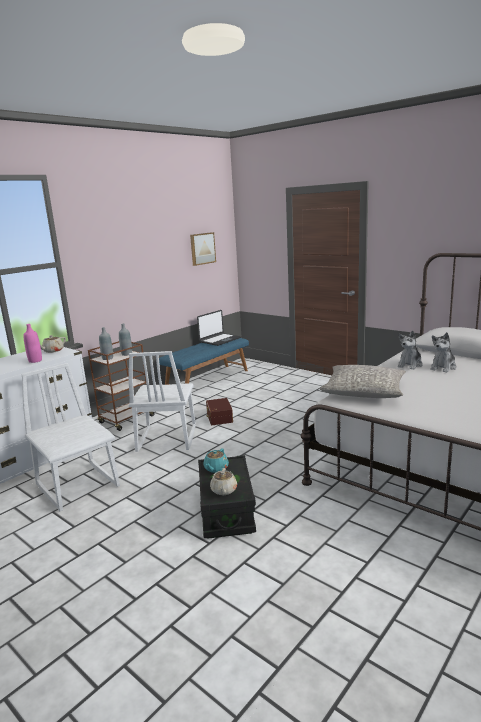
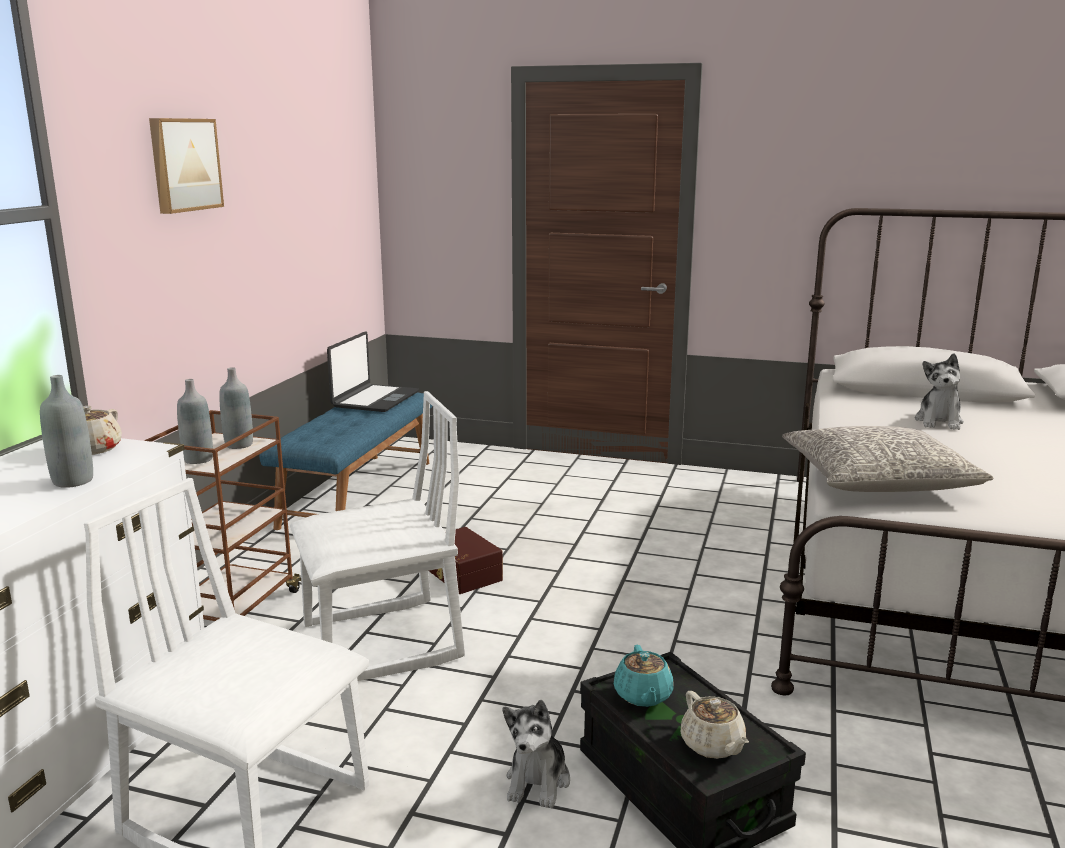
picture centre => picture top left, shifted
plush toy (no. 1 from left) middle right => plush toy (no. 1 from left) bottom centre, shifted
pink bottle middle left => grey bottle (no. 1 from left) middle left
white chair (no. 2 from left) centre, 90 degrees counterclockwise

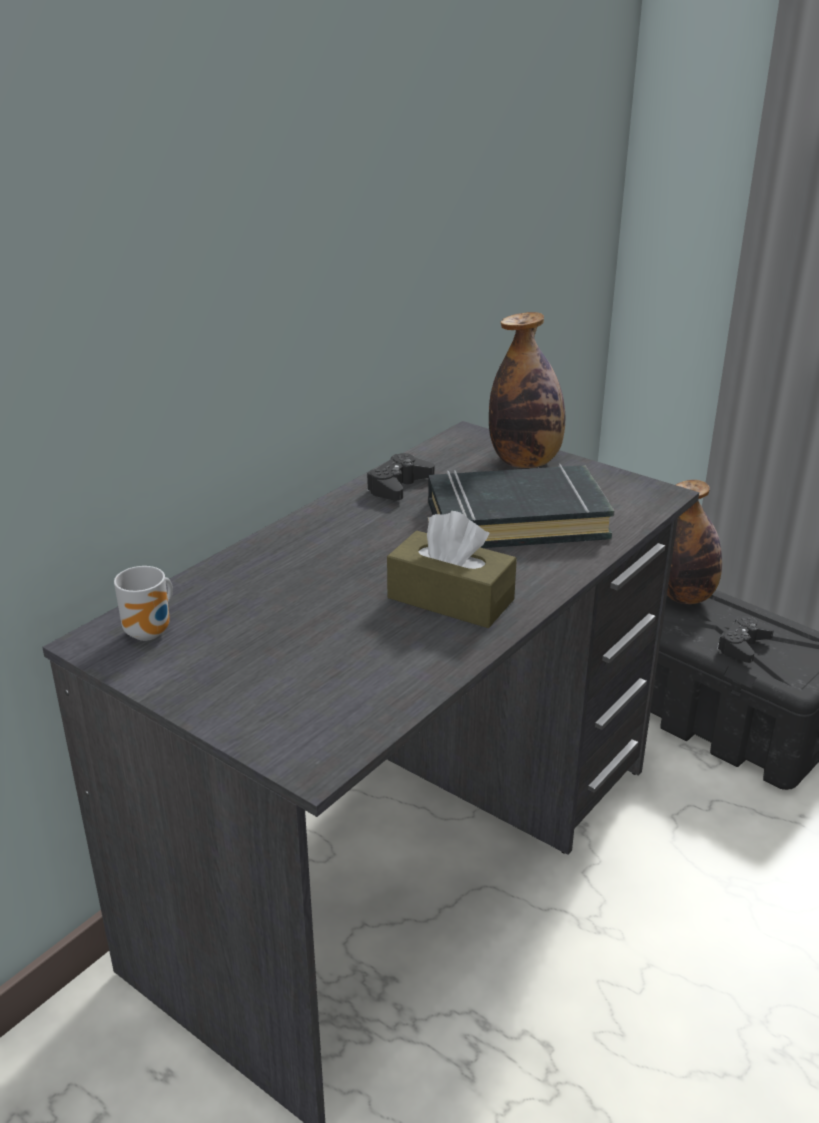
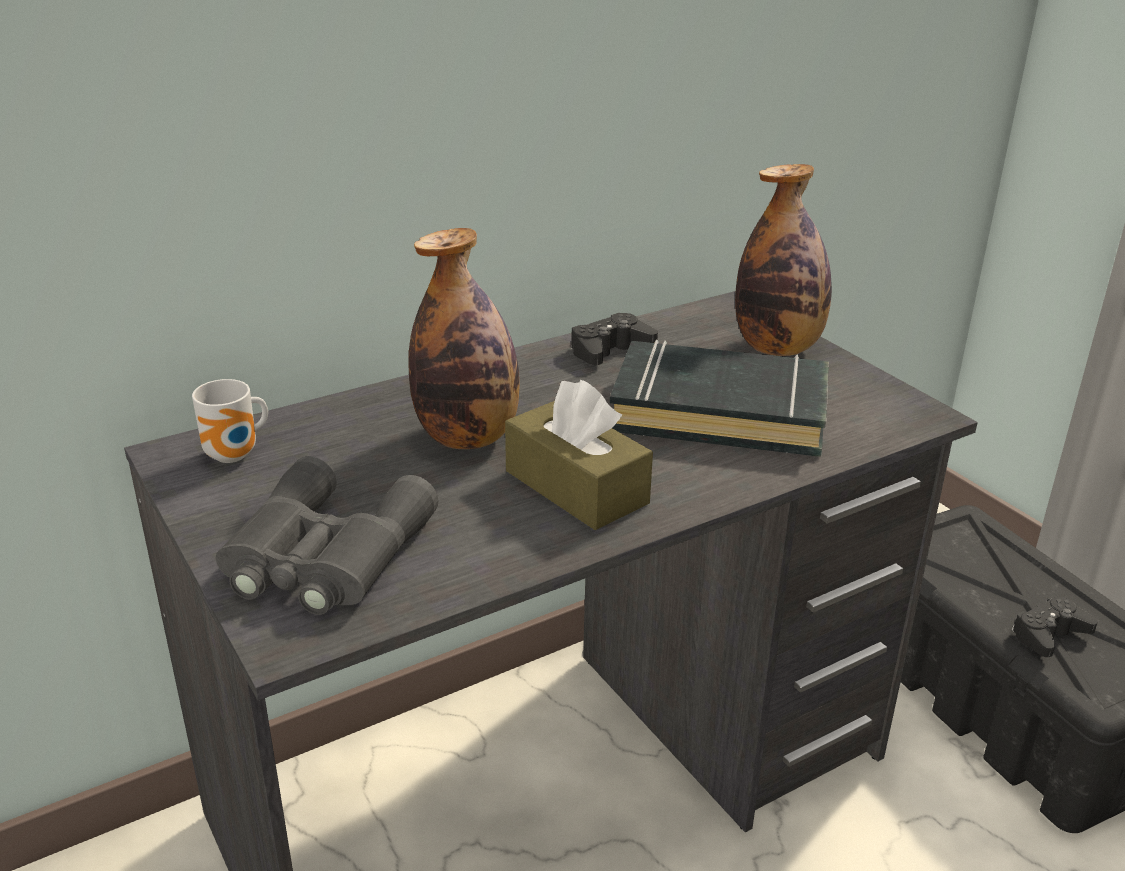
nothing => grey binoculars middle left
bottle (no. 2 from left in the first image) middle right => bottle (no. 1 from left) centre, shifted

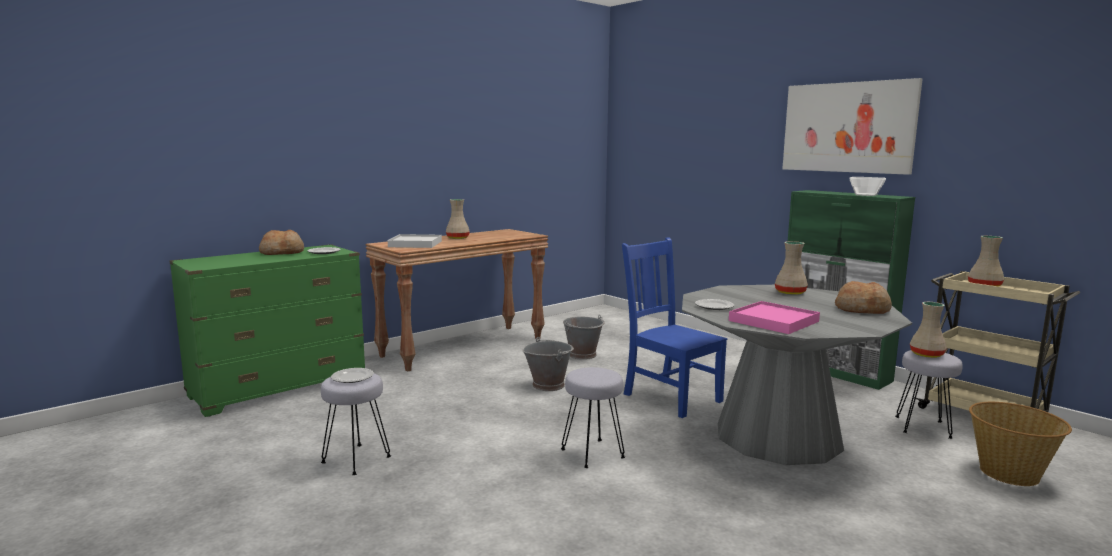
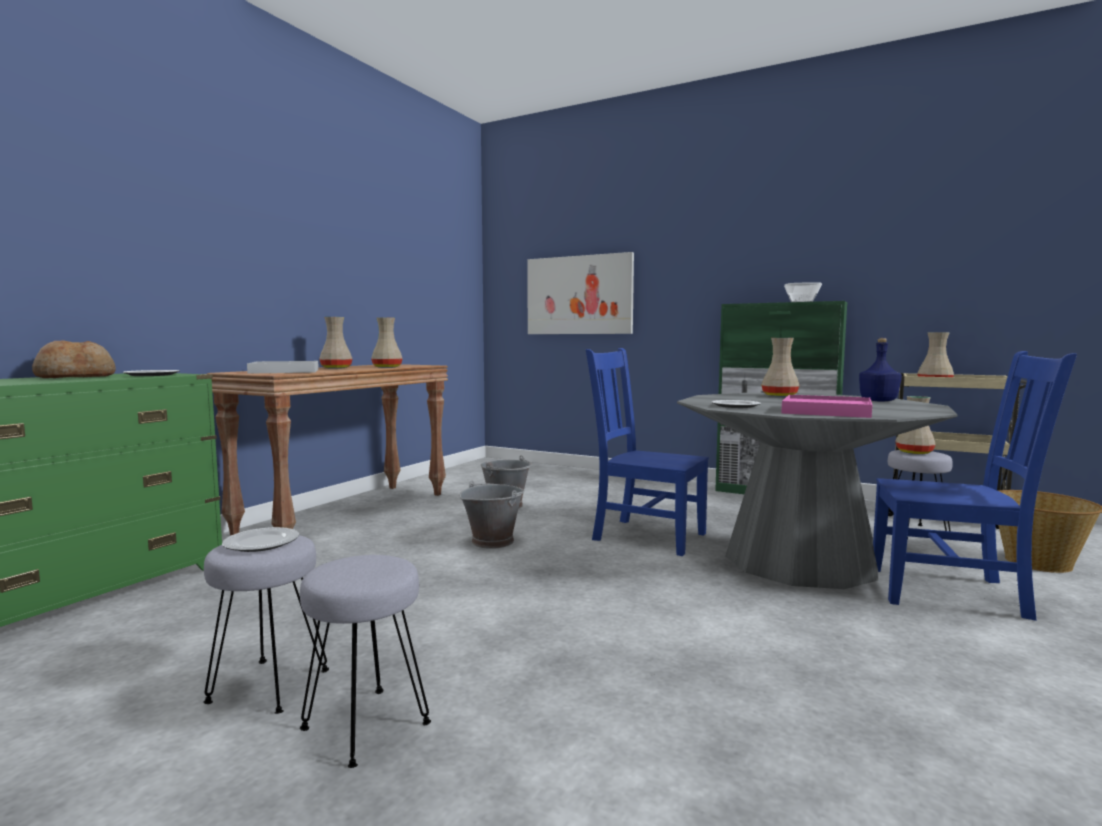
nothing => beige vase (no. 2 from left) centre
nothing => blue chair (no. 2 from left) middle right
grey stool (no. 2 from left) bottom centre => grey stool (no. 2 from left) bottom left, shifted
picture top right => picture centre, shifted
bread (no. 2 from left) middle right => blue bottle middle right

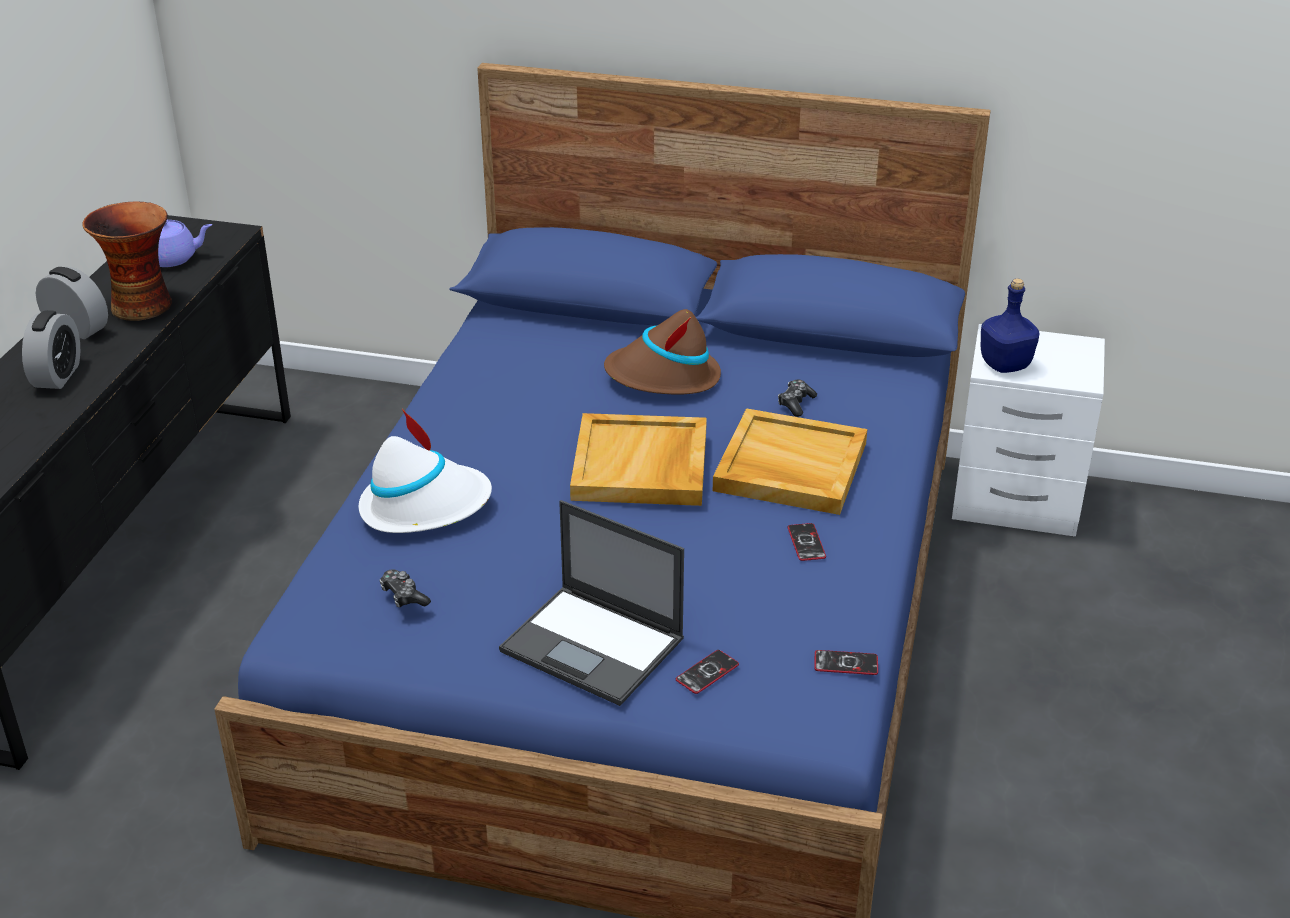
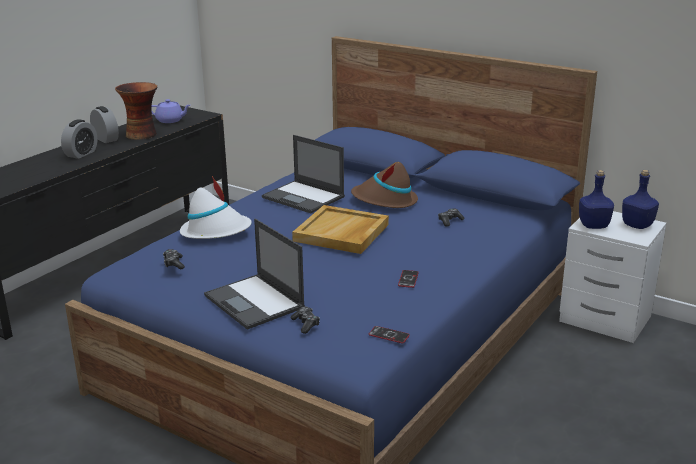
beige tray (no. 2 from left) centre => nothing
nothing => laptop (no. 2 from left) centre
nothing => blue bottle (no. 2 from left) middle right
phone (no. 1 from left) bottom centre => game controller (no. 2 from left) bottom centre

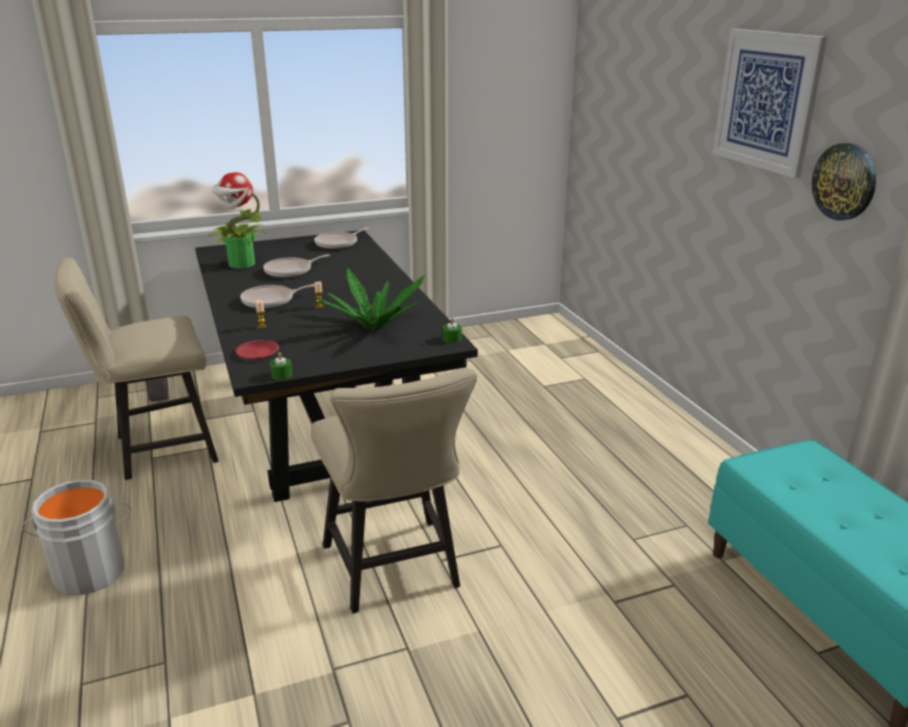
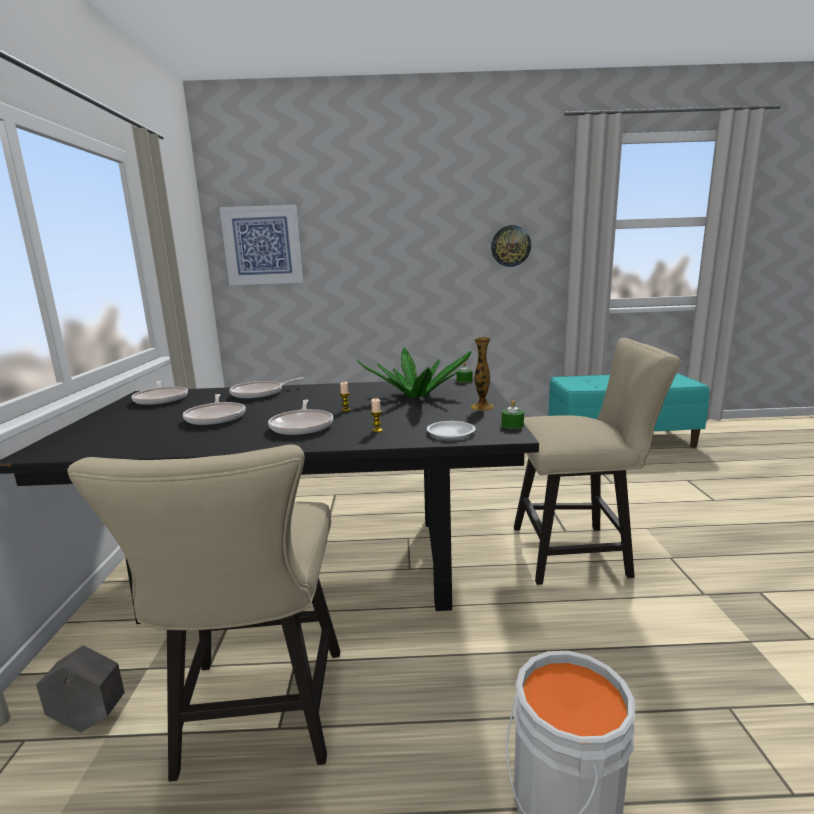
potted plant (no. 1 from left) top left => nothing
nothing => frying pan (no. 3 from left) middle left
nothing => vase centre
picture top right => picture top left, shifted
red plate middle left => white plate centre

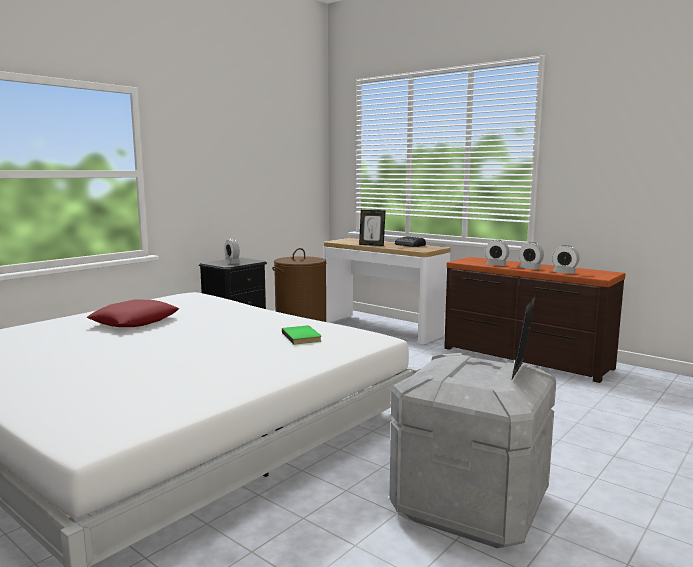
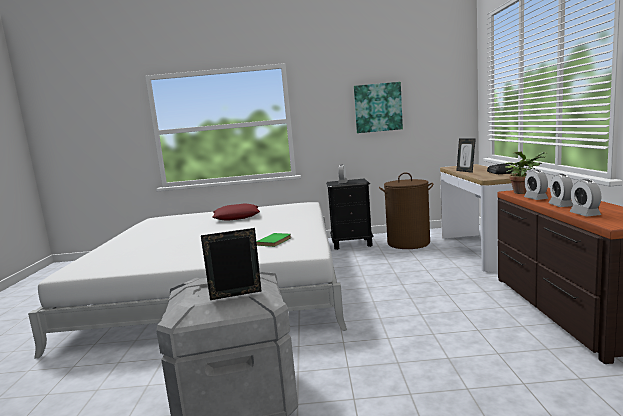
nothing => picture top centre
nothing => potted plant middle right

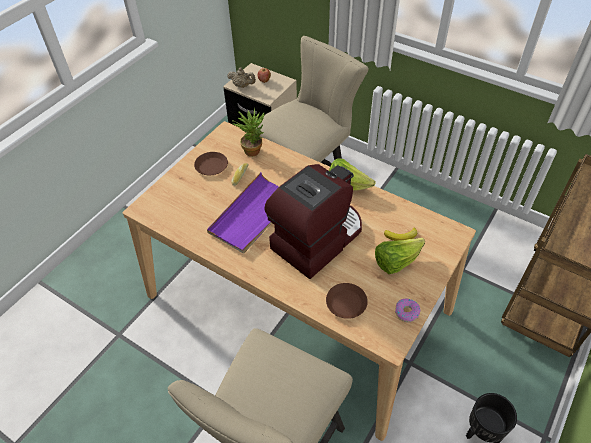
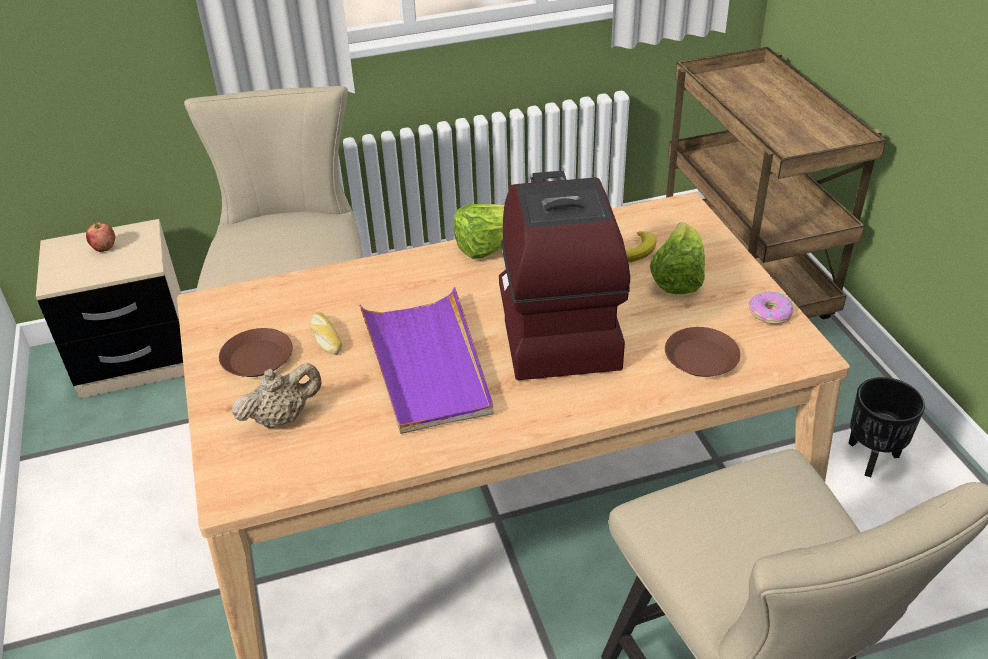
potted plant top centre => nothing
beige teapot top centre => beige teapot middle left, shifted

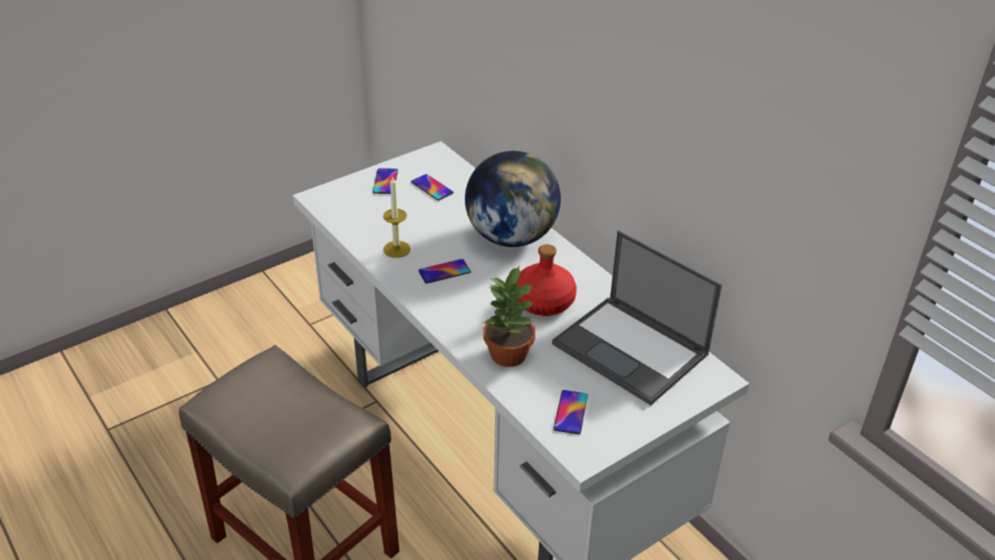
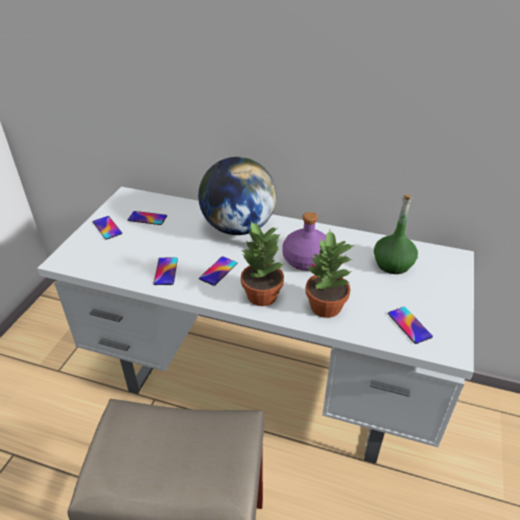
nothing => potted plant (no. 1 from left) centre
candle centre => phone (no. 3 from left) middle left
laptop centre => green bottle middle right
red bottle centre => purple bottle centre

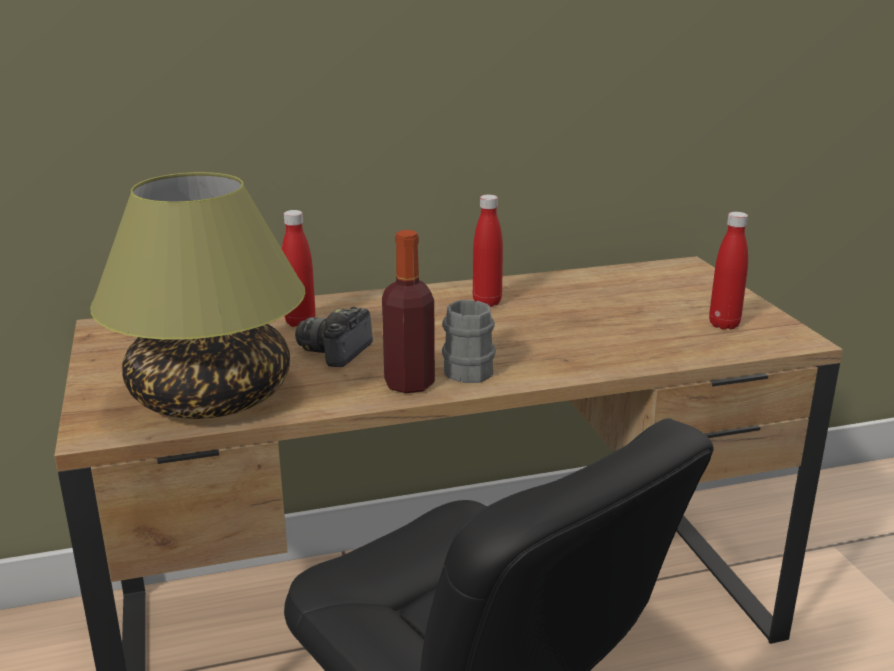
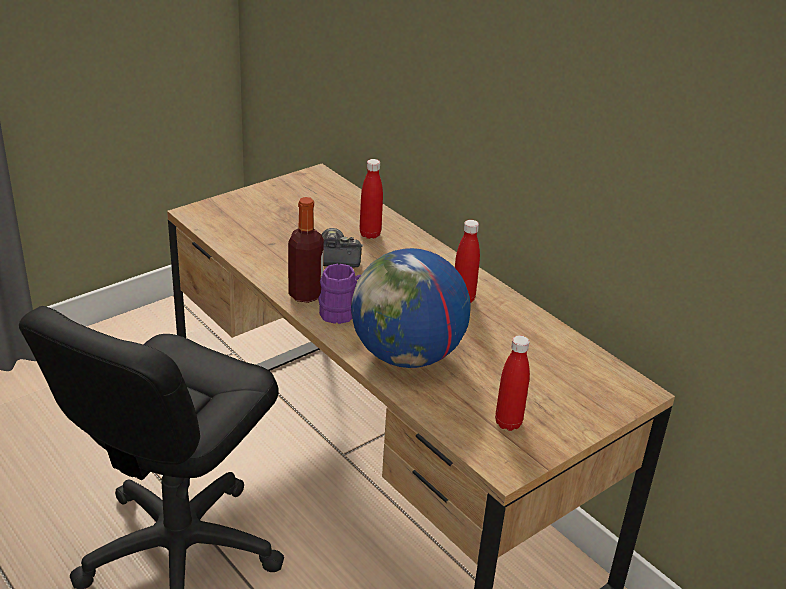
table lamp middle left => nothing
nothing => globe centre
grey mug centre => purple mug centre

